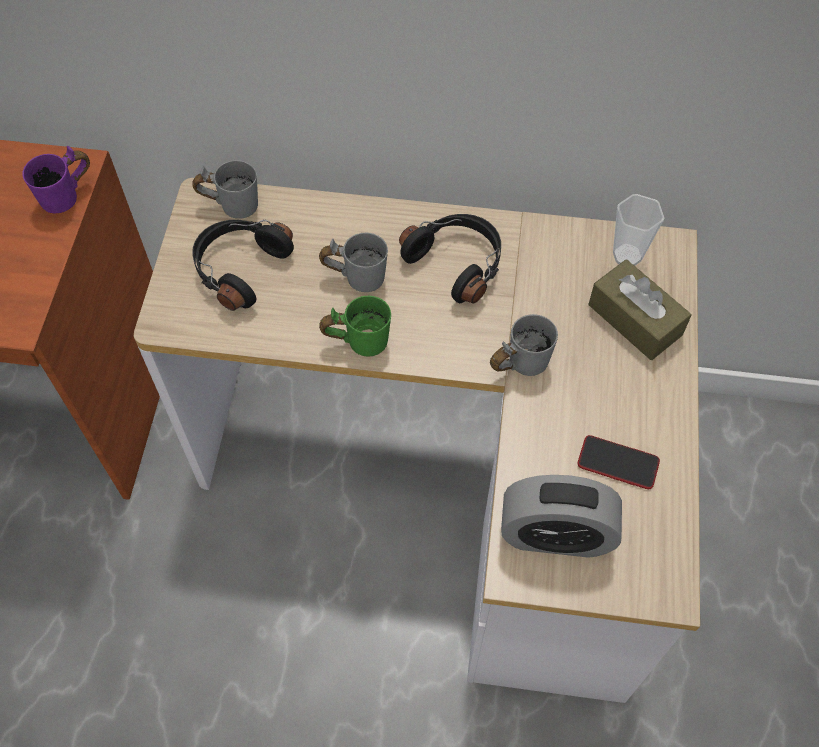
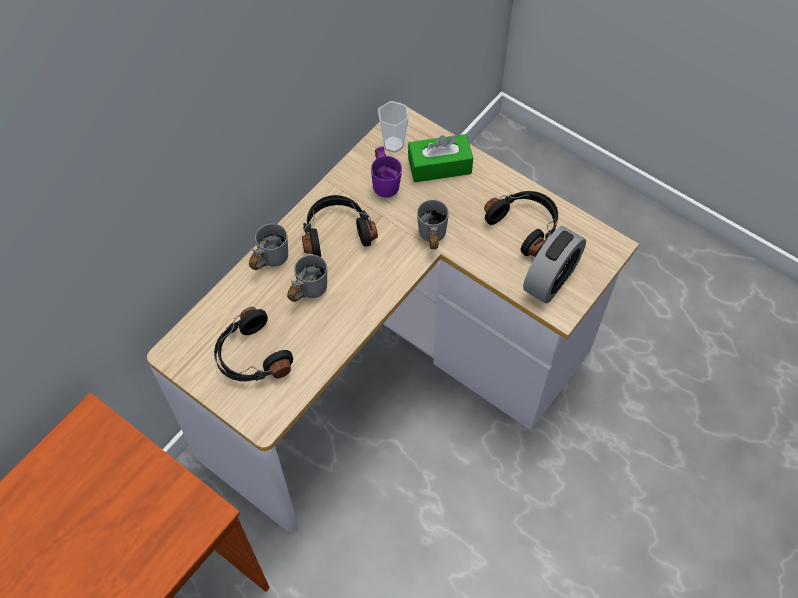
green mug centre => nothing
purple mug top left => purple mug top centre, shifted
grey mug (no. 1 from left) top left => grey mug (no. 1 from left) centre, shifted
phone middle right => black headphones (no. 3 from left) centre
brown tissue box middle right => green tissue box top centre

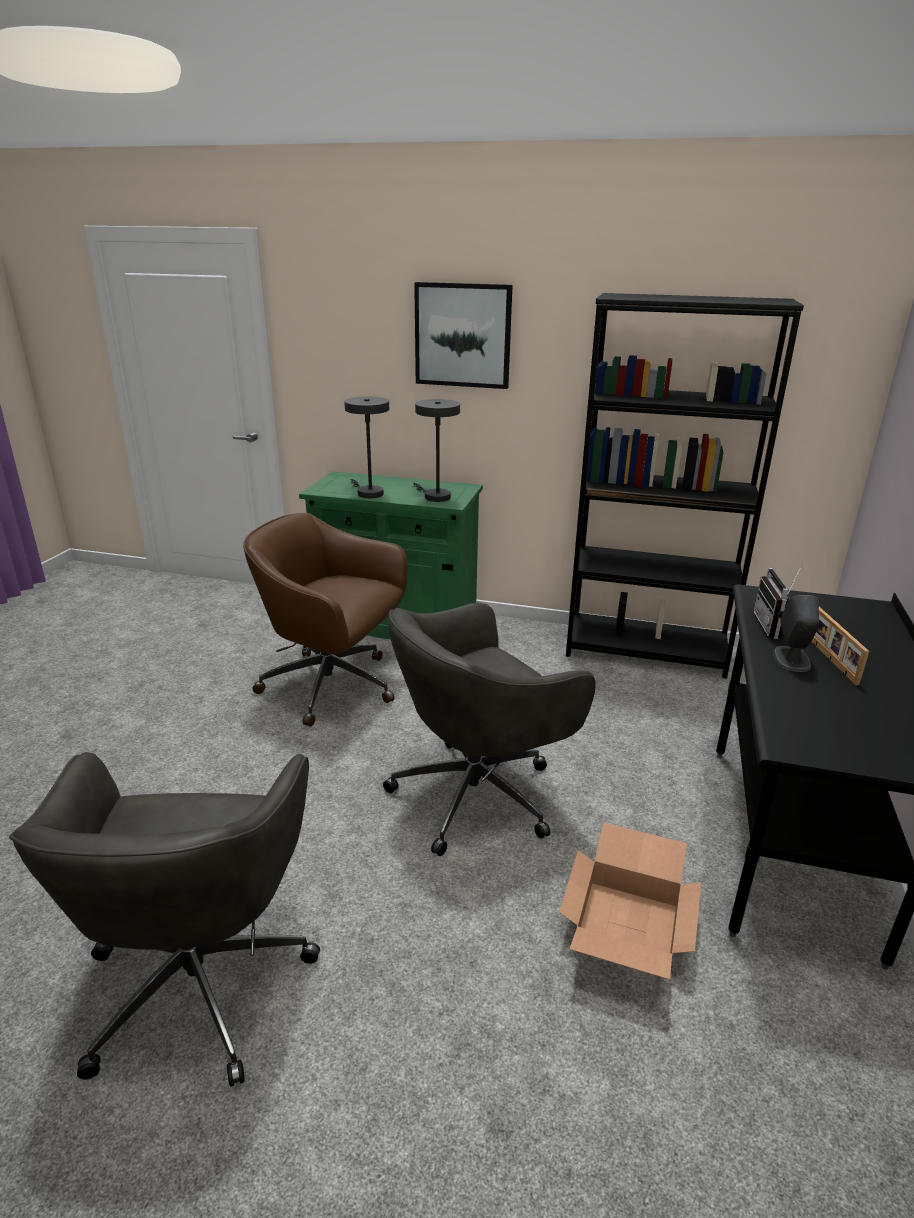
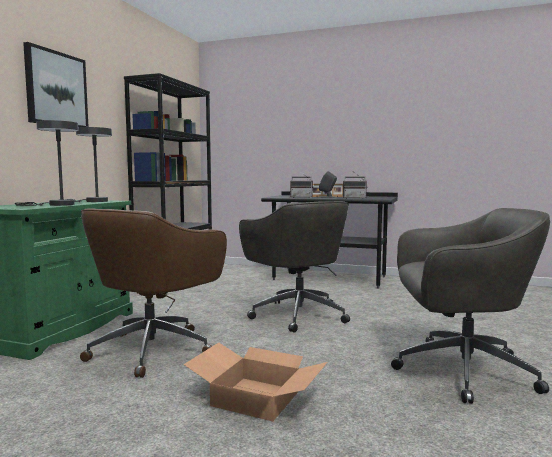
nothing => radio (no. 2 from left) centre
cardboard box bottom right => cardboard box bottom centre, shifted

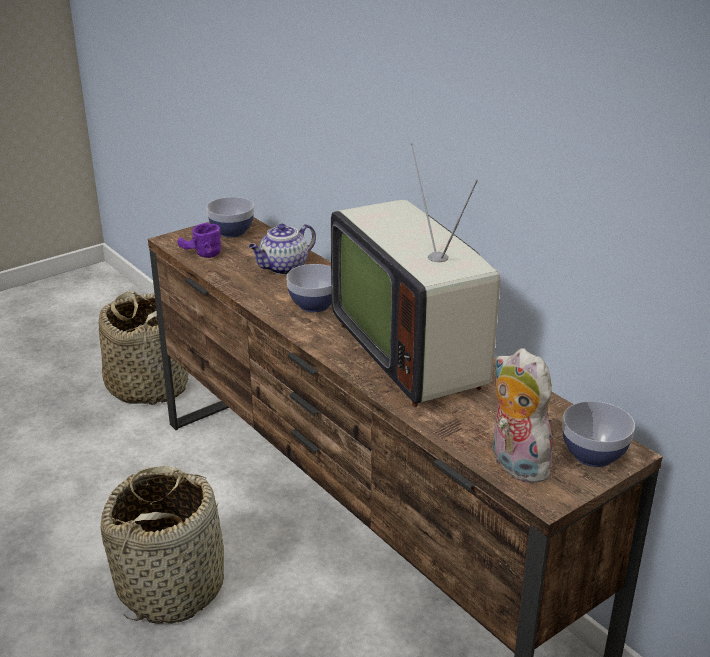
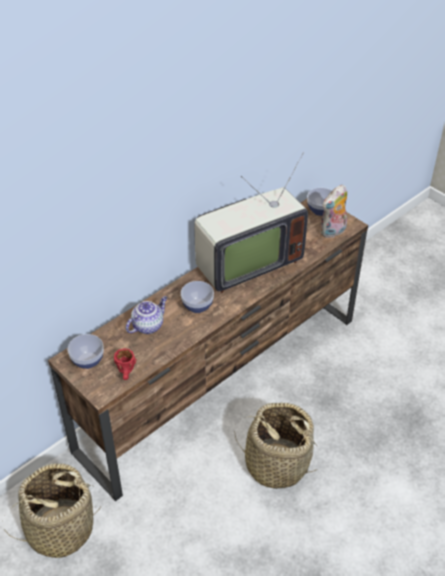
purple mug middle left => red mug middle left
teapot centre => teapot middle left, 90 degrees counterclockwise

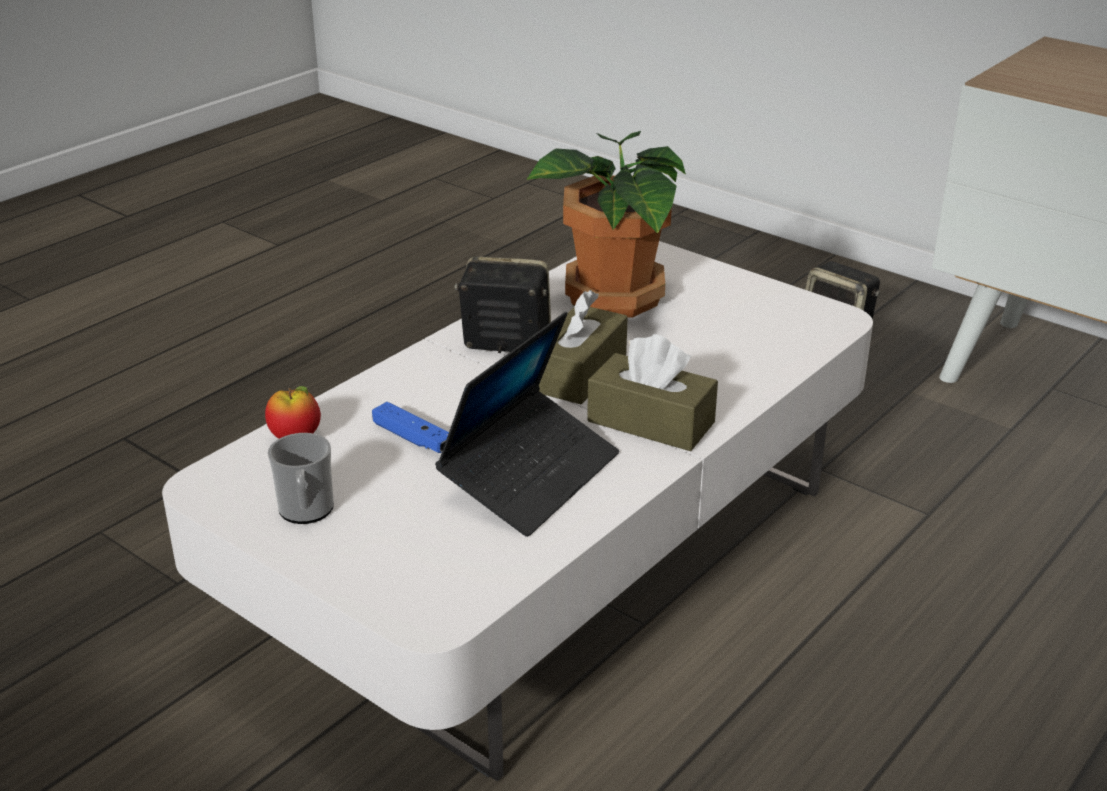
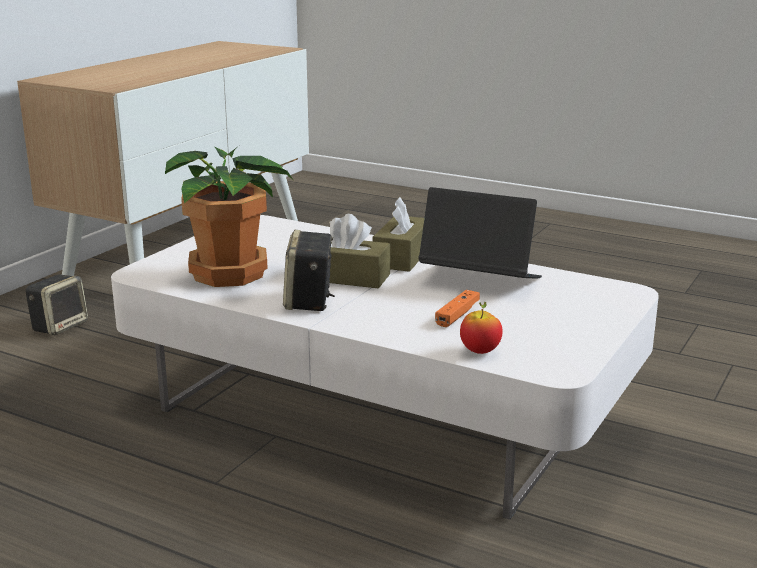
mug middle left => nothing
blue game controller centre => orange game controller centre

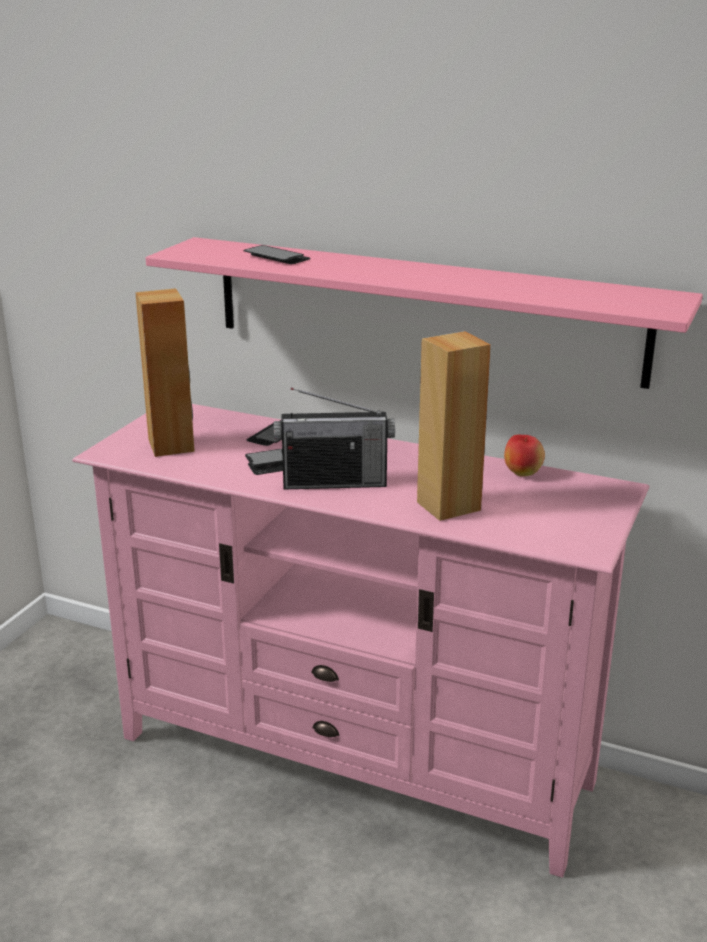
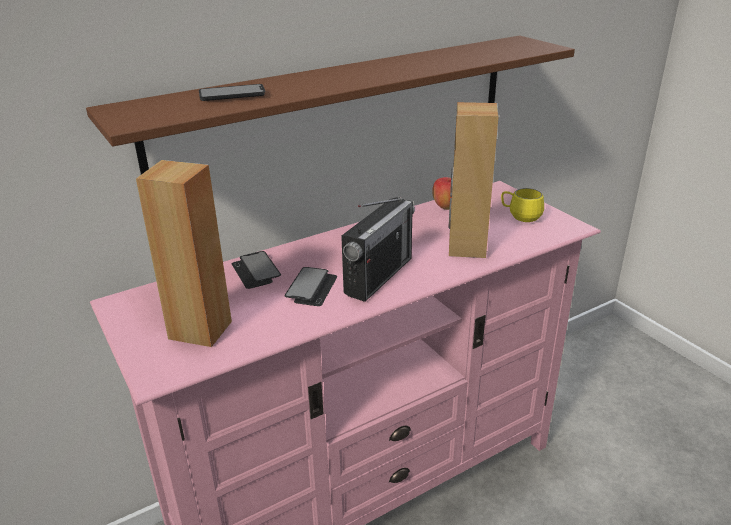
nothing => yellow mug middle right
pink shelf top centre => brown shelf top centre

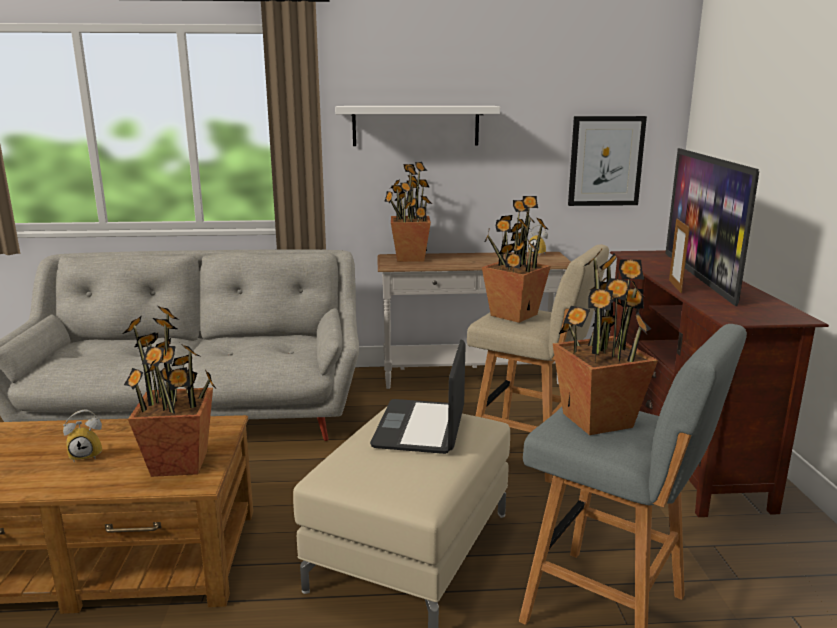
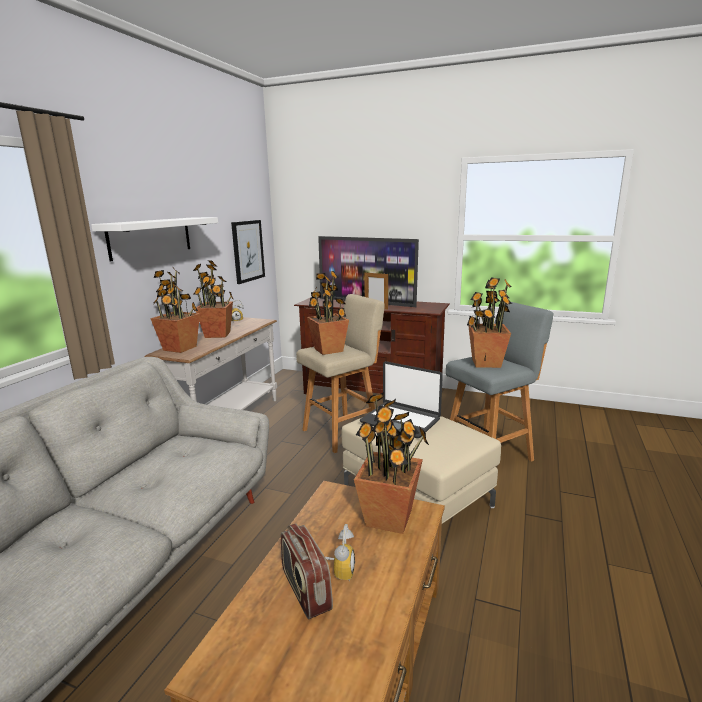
nothing => potted plant (no. 2 from left) middle left
nothing => radio bottom centre

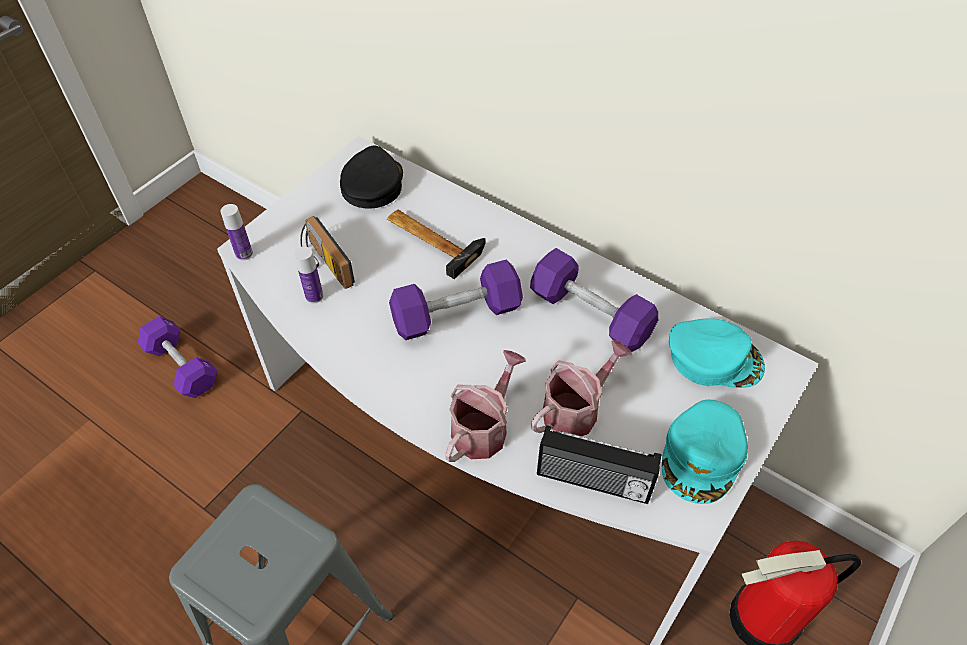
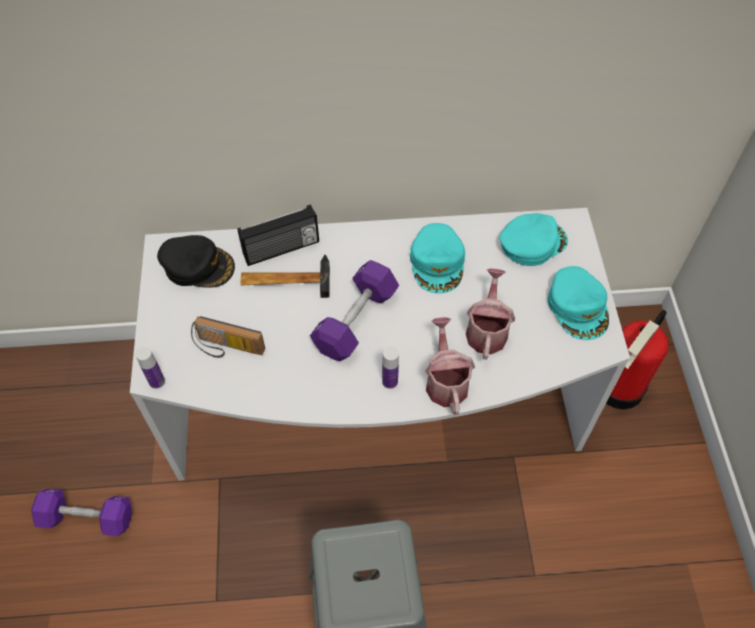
bottle (no. 2 from left) middle left => bottle (no. 2 from left) centre, shifted
radio (no. 2 from left) bottom centre => radio (no. 2 from left) centre, shifted
purple dumbbell (no. 3 from left) centre => turquoise cap (no. 1 from left) centre
black cap top centre => black cap middle left, 135 degrees clockwise

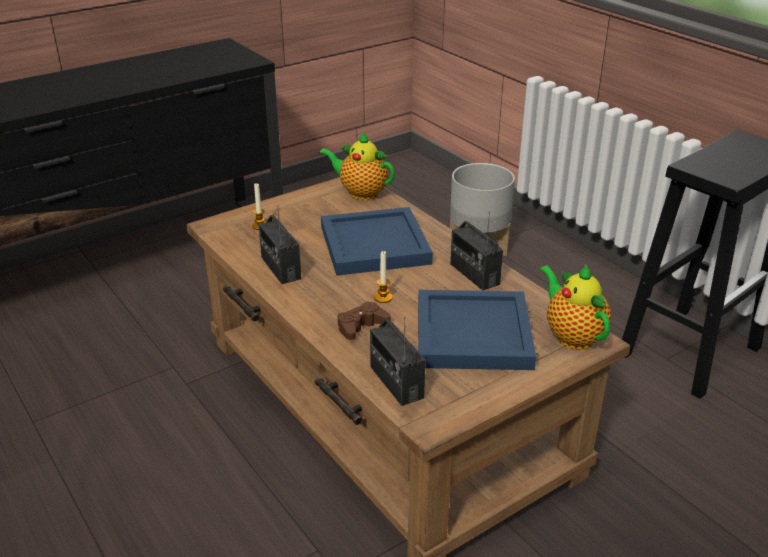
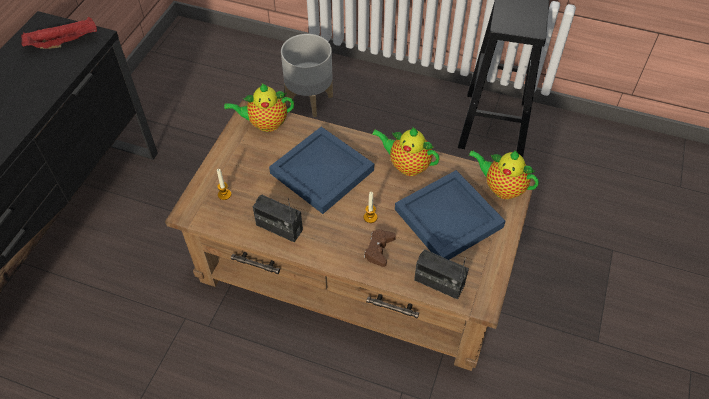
nothing => red tray top left
radio (no. 3 from left) centre => teapot (no. 2 from left) centre

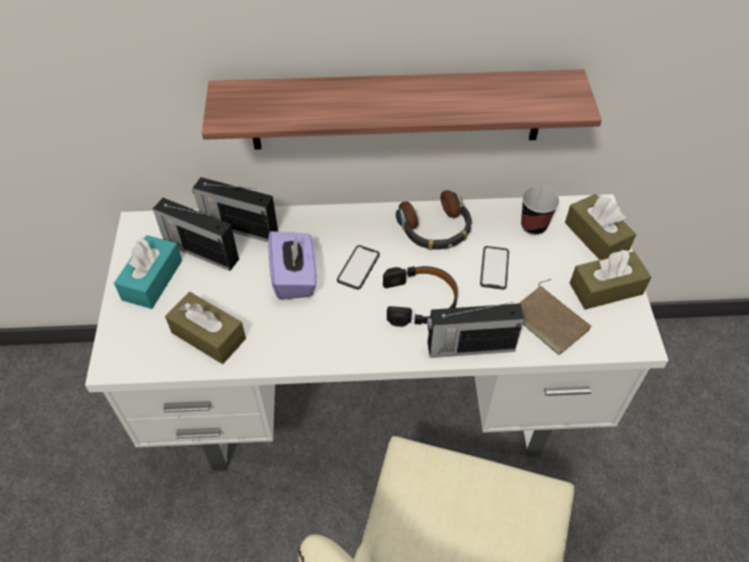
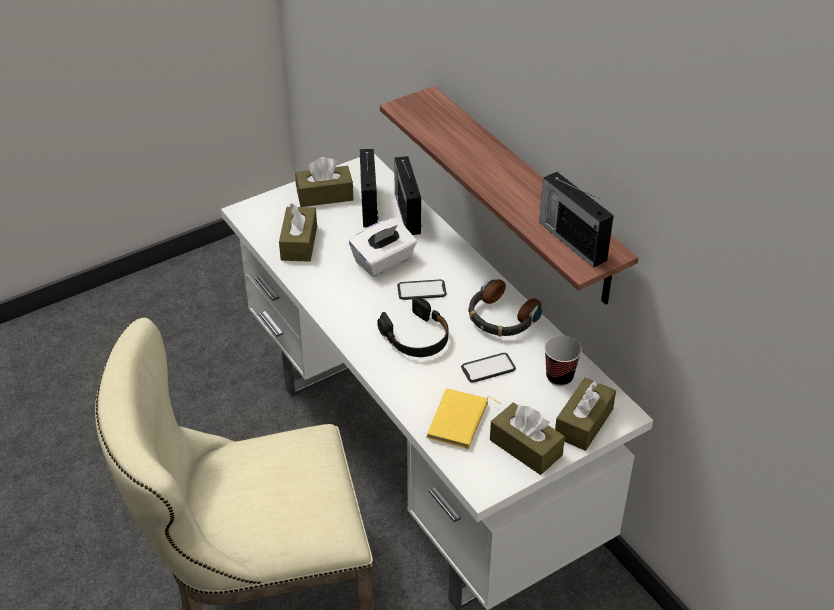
radio (no. 3 from left) centre => radio (no. 3 from left) middle right, shifted
turquoise tissue box middle left => brown tissue box (no. 2 from left) top centre
purple tissue box centre => white tissue box centre
brown book middle right => yellow book bottom centre

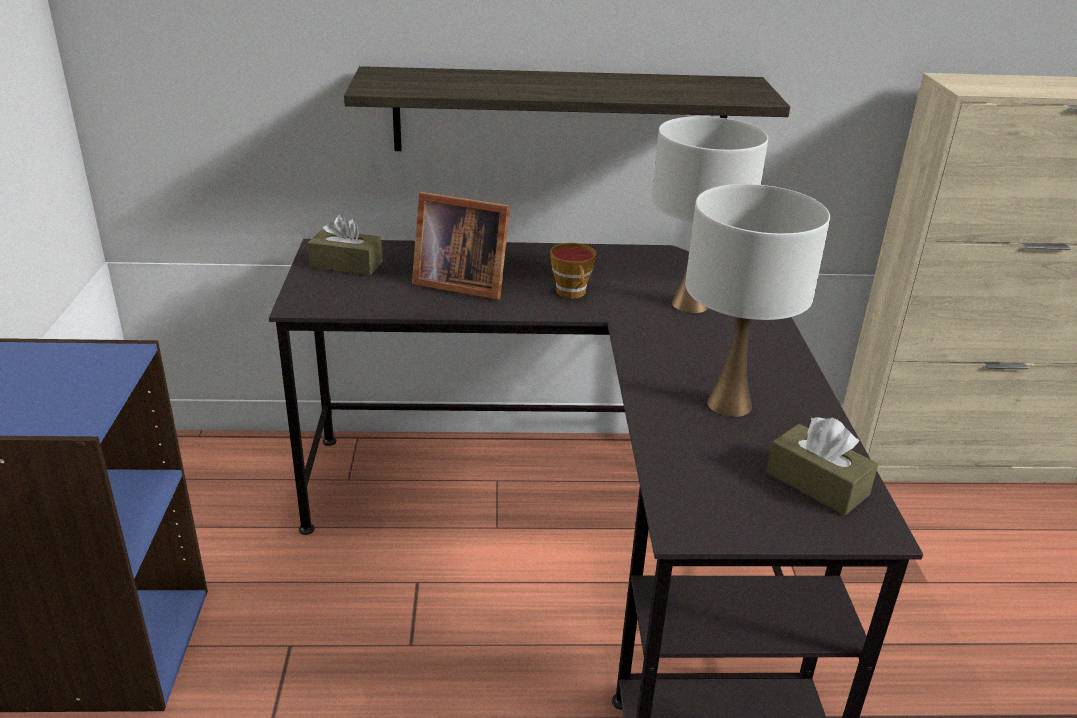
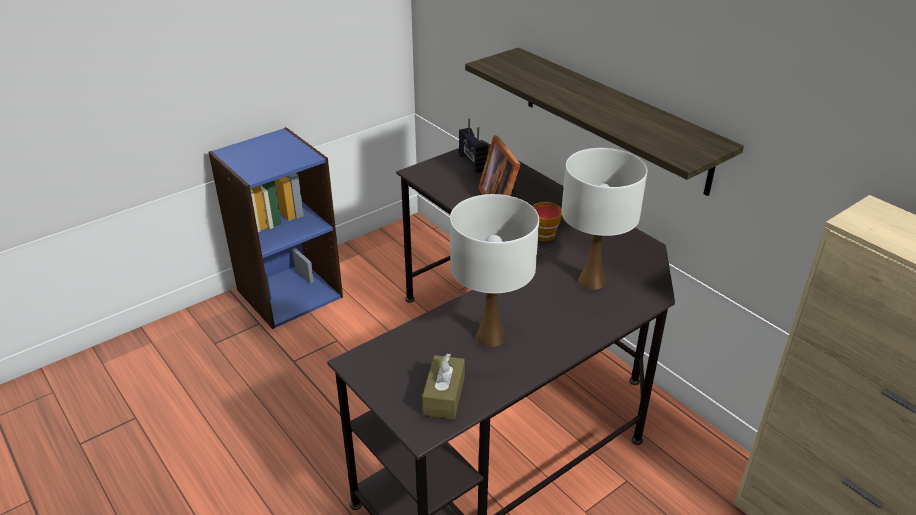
brown tissue box (no. 1 from left) middle left => radio top centre

